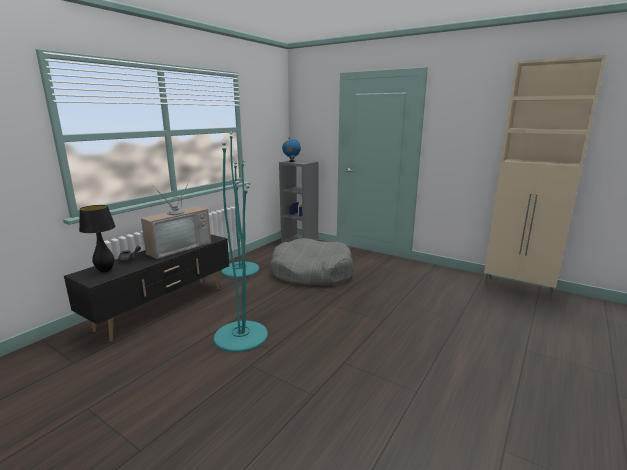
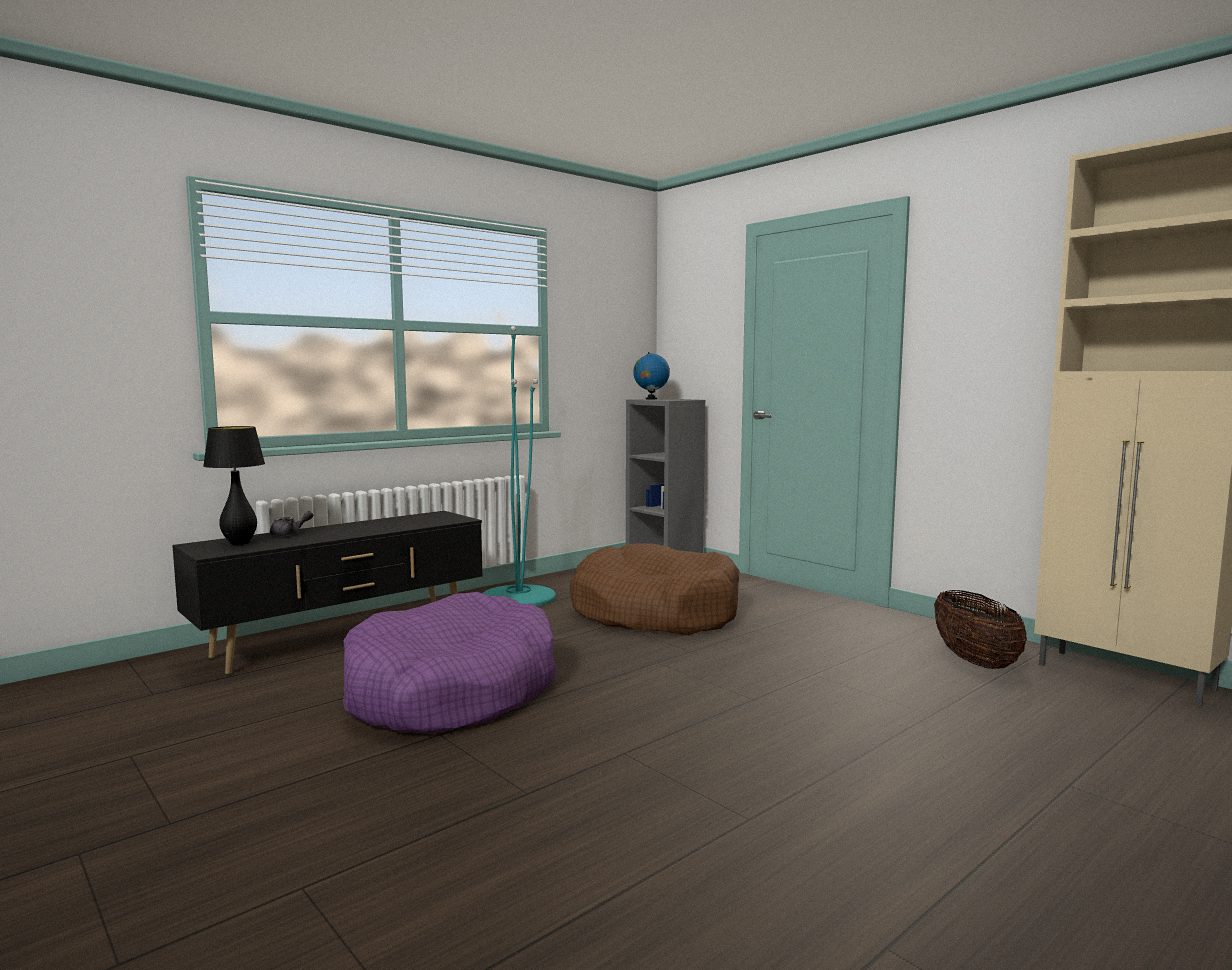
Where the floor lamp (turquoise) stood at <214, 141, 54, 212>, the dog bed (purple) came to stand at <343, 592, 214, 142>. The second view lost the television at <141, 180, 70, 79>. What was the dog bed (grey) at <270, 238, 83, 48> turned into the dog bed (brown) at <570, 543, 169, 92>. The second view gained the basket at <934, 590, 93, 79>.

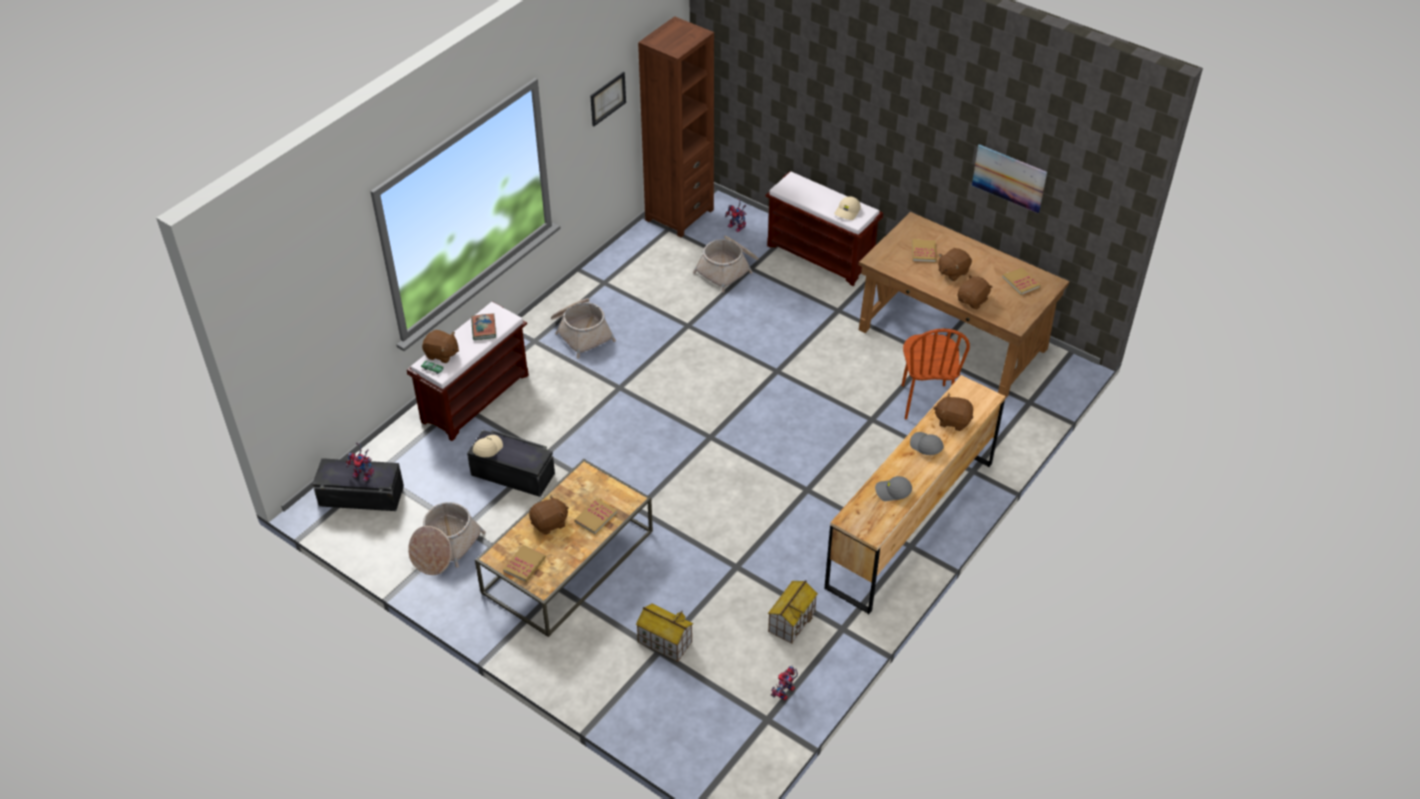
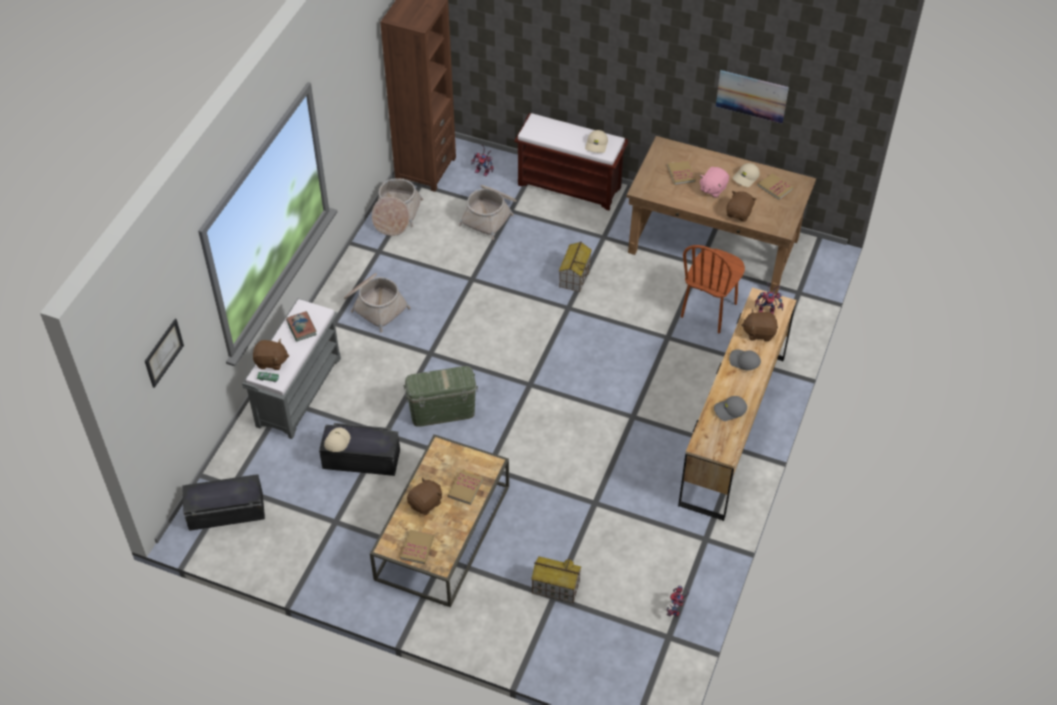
The picture ended up elsewhere, having gone from <590, 72, 36, 55> to <145, 319, 39, 69>. What was the plush toy (brown) at <938, 248, 34, 33> turned into the plush toy (pink) at <700, 167, 29, 31>. What was the bench (brown) at <407, 301, 122, 140> turned into the bench (grey) at <242, 298, 99, 141>. The chair (brown) at <901, 328, 69, 91> ended up facing another way, 45 degrees clockwise from before. The toy robot ended up elsewhere, having gone from <346, 443, 28, 39> to <755, 282, 28, 33>. The basket ended up elsewhere, having gone from <408, 502, 78, 73> to <372, 178, 51, 58>. The toy house ended up elsewhere, having gone from <768, 580, 50, 64> to <559, 241, 33, 51>. The second view gained the cap (beige) at <732, 163, 28, 24>. The second view gained the storage box (green) at <403, 366, 75, 61>.

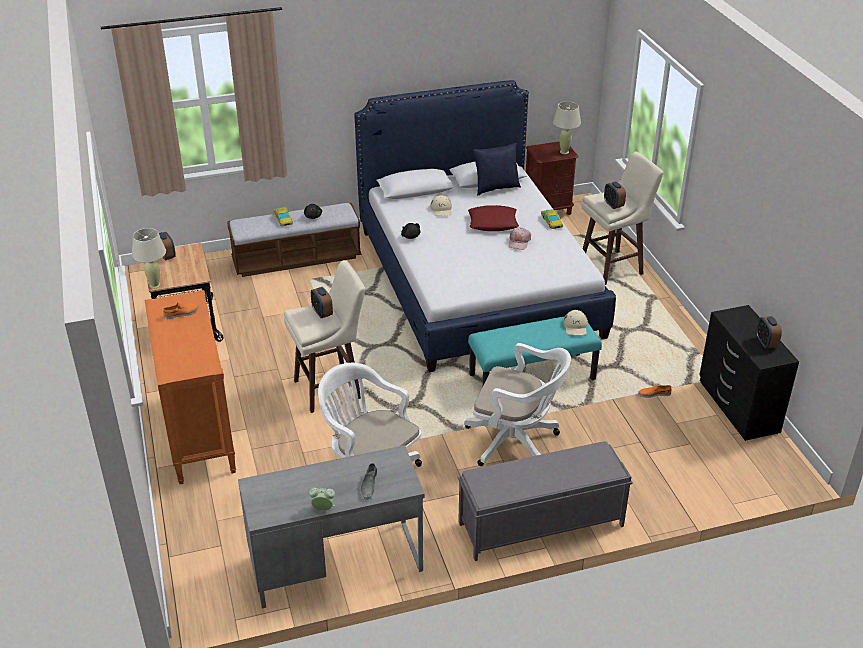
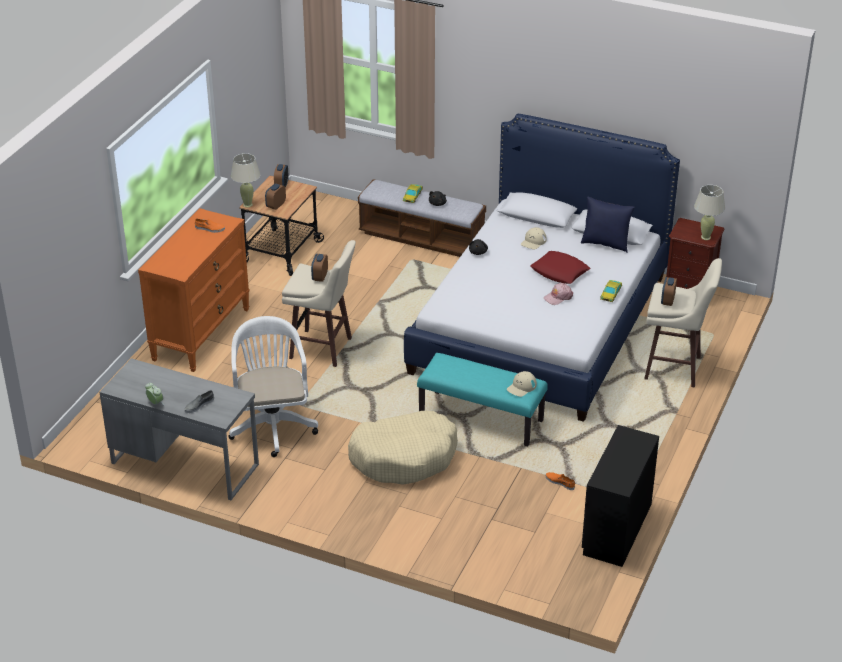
The alarm clock ended up elsewhere, having gone from <756, 316, 26, 32> to <265, 183, 21, 27>. Where the office chair (white) stood at <464, 343, 107, 123>, the dog bed (beige) came to stand at <348, 411, 110, 74>. The second view lost the bench (grey) at <458, 441, 175, 120>.

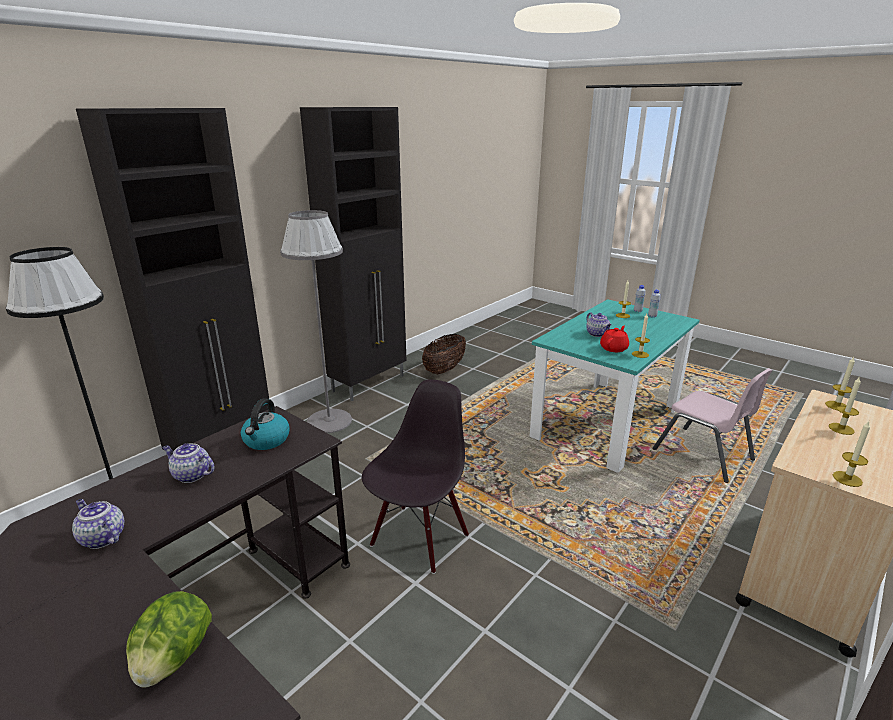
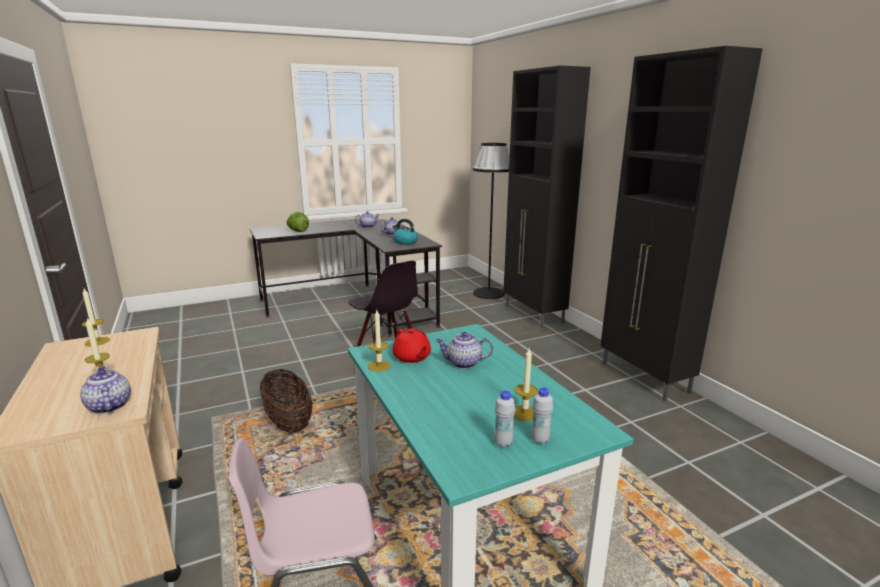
The second view lost the floor lamp (grey) at <280, 210, 72, 223>. The basket ended up elsewhere, having gone from <422, 334, 44, 40> to <260, 369, 53, 65>. Where the candle stood at <825, 357, 30, 53>, the teapot came to stand at <80, 366, 51, 48>.

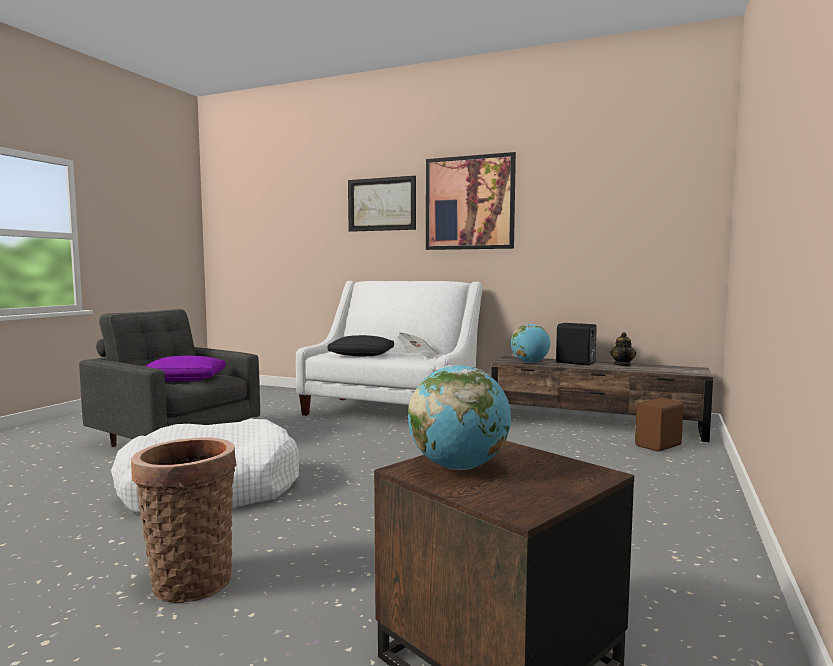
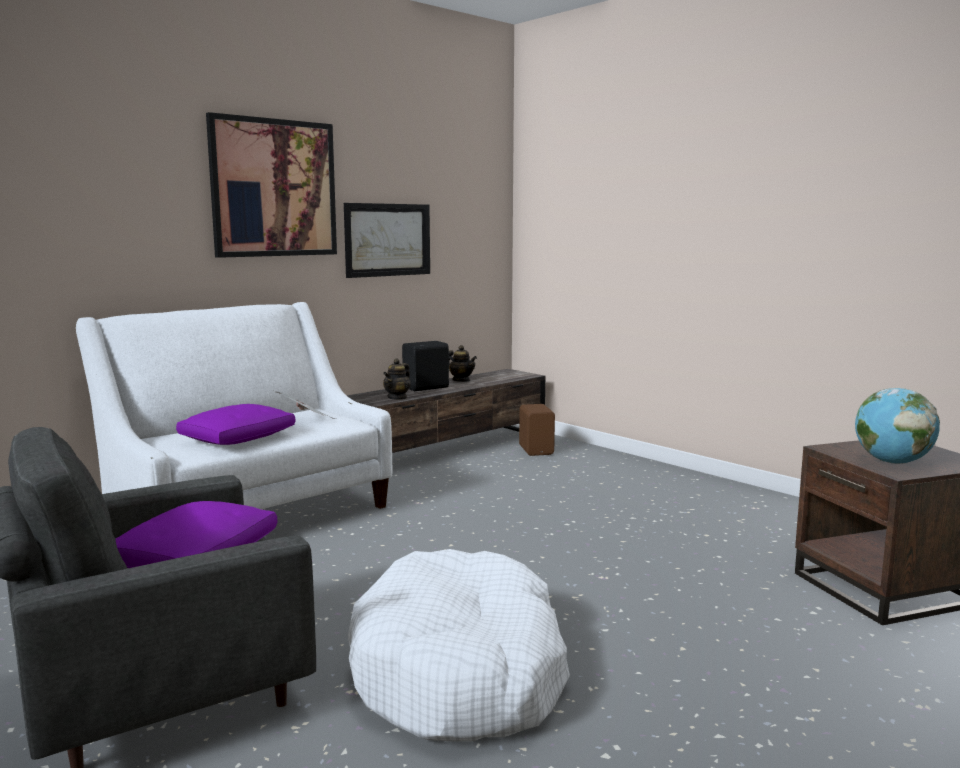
The picture ended up elsewhere, having gone from <348, 176, 68, 56> to <344, 203, 86, 75>. Where the globe stood at <511, 324, 39, 39>, the teapot came to stand at <383, 358, 28, 42>. What was the pillow (black) at <328, 335, 66, 21> turned into the pillow (purple) at <176, 404, 119, 41>. The second view lost the basket at <131, 437, 105, 166>.

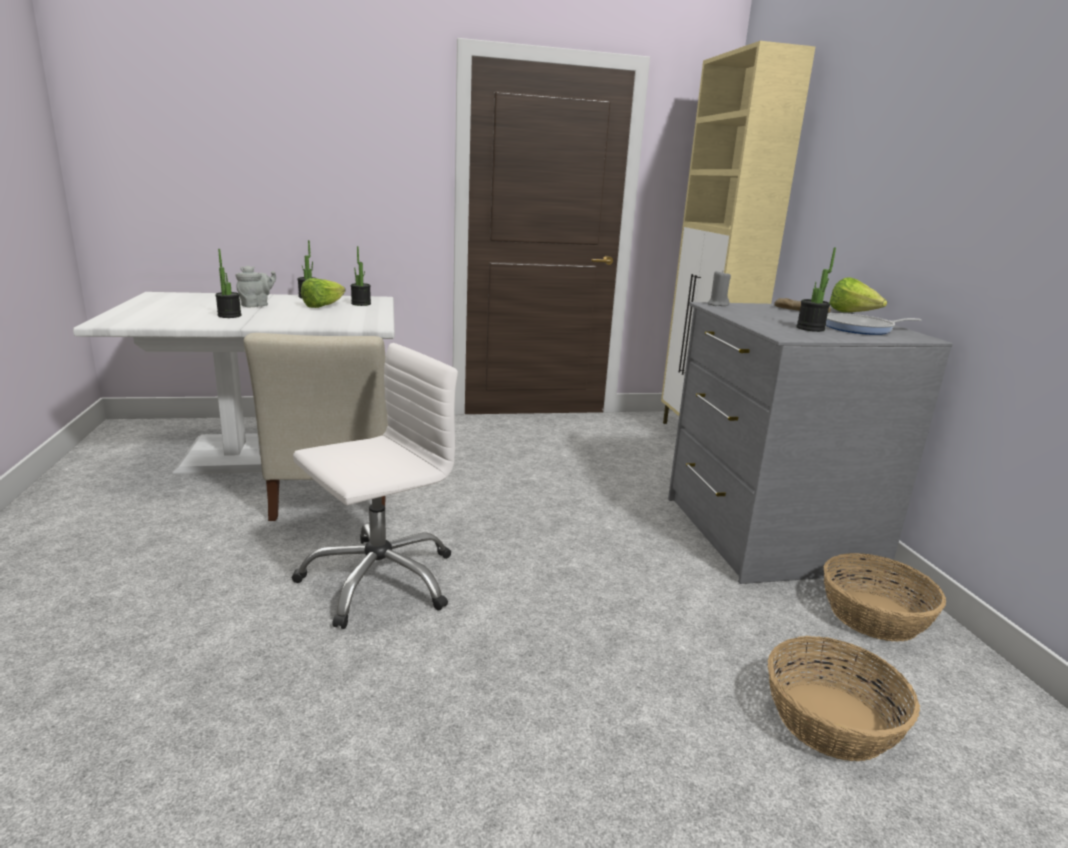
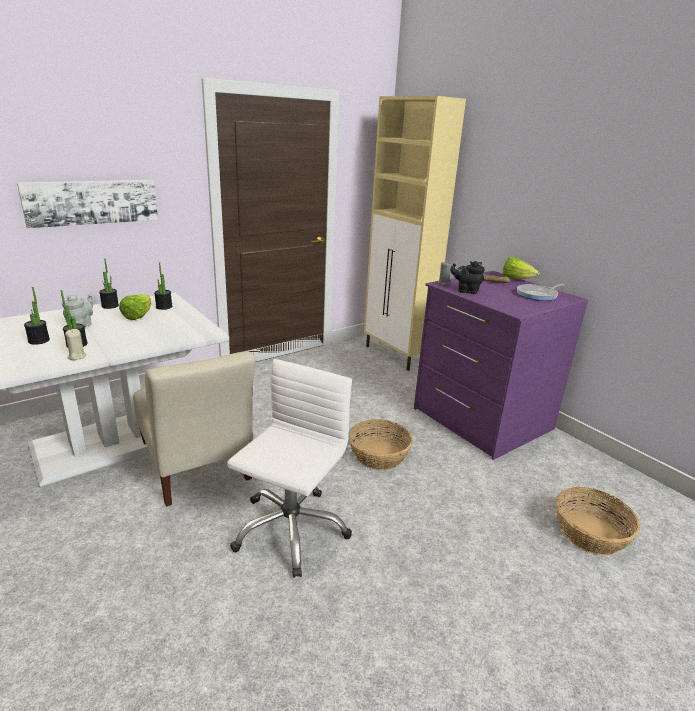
The potted plant ended up elsewhere, having gone from <796, 247, 40, 85> to <24, 287, 26, 58>. What was the dresser (grey) at <668, 302, 285, 282> turned into the dresser (purple) at <414, 271, 174, 189>. The basket ended up elsewhere, having gone from <824, 553, 122, 89> to <349, 419, 64, 51>. The second view gained the picture at <17, 180, 141, 48>. The second view gained the teapot (black) at <450, 261, 35, 33>. The second view gained the candle (beige) at <65, 329, 21, 31>.

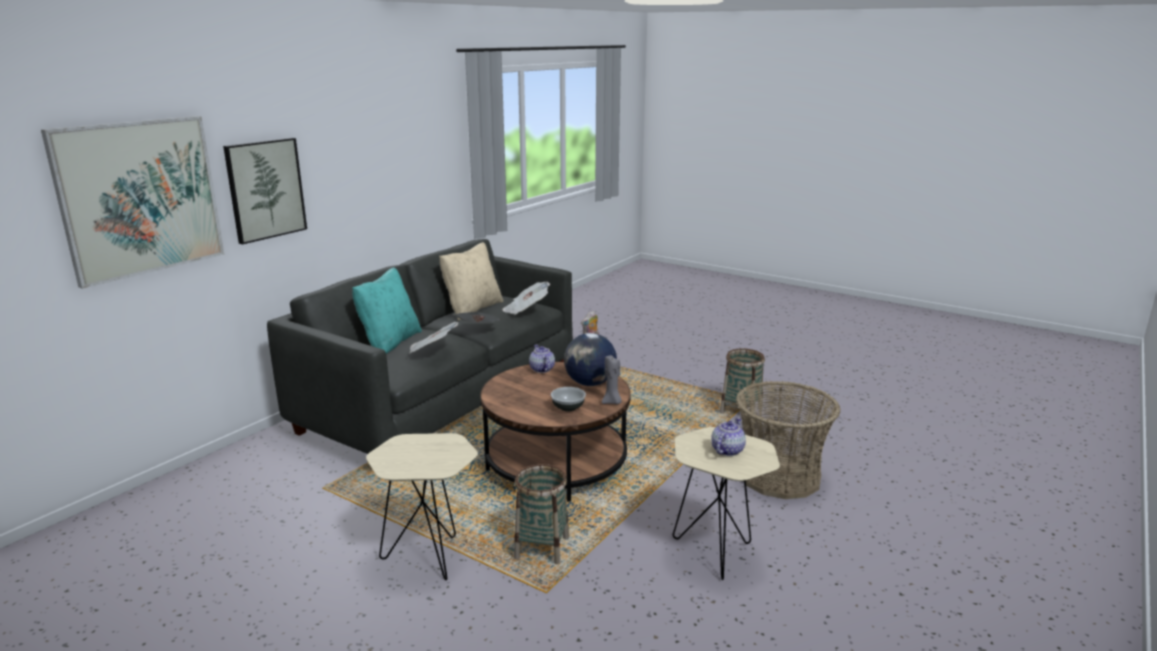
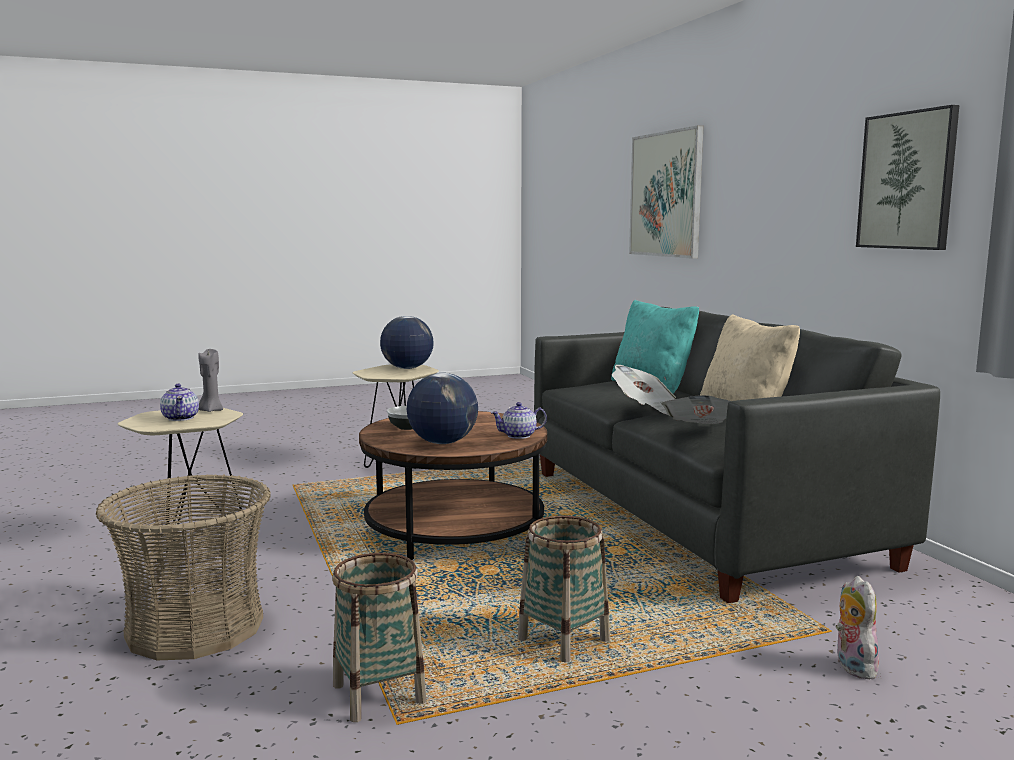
The picture ended up elsewhere, having gone from <223, 138, 84, 106> to <856, 105, 104, 145>. The second view lost the newspaper at <409, 321, 49, 33>. The teapot at <529, 345, 26, 28> ended up facing another way, 150 degrees clockwise from before. The candle (grey) ended up elsewhere, having gone from <602, 355, 20, 49> to <198, 349, 25, 63>. The basket ended up elsewhere, having gone from <514, 464, 55, 101> to <518, 516, 92, 147>. The second view gained the globe at <380, 316, 54, 53>.

